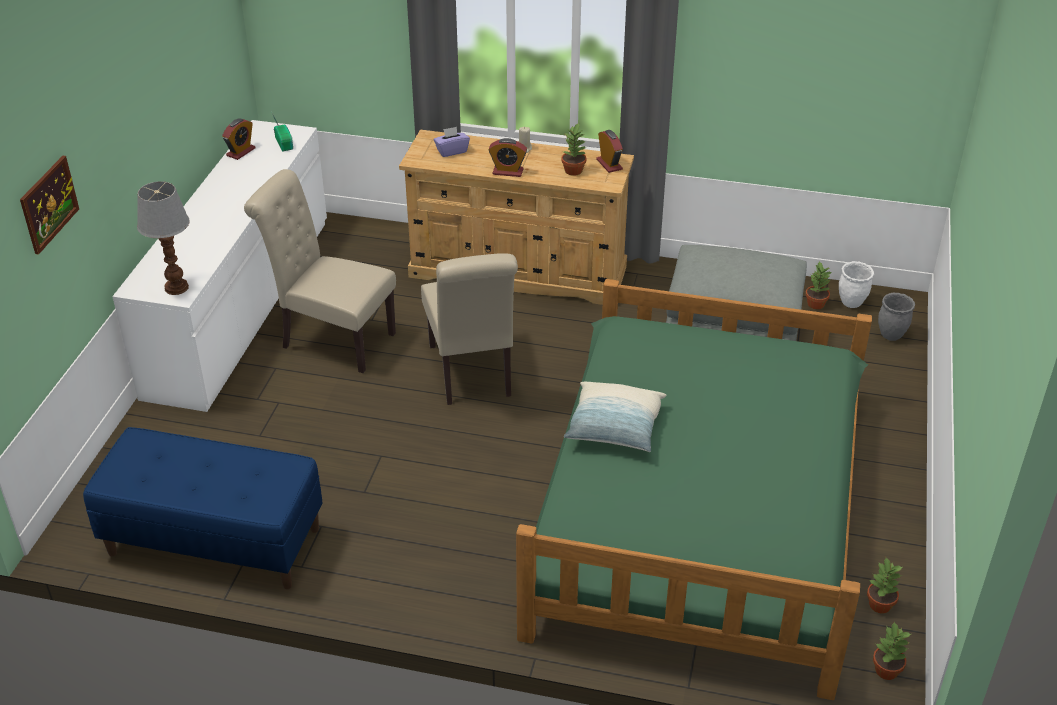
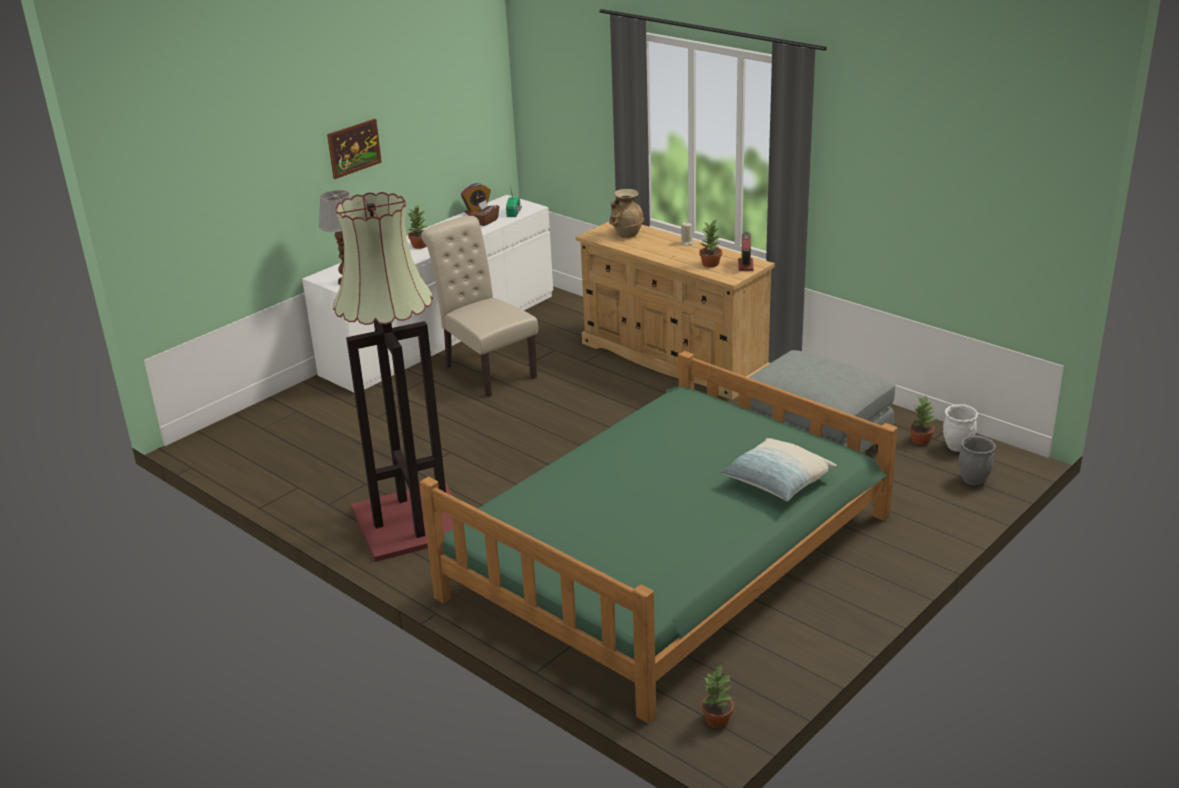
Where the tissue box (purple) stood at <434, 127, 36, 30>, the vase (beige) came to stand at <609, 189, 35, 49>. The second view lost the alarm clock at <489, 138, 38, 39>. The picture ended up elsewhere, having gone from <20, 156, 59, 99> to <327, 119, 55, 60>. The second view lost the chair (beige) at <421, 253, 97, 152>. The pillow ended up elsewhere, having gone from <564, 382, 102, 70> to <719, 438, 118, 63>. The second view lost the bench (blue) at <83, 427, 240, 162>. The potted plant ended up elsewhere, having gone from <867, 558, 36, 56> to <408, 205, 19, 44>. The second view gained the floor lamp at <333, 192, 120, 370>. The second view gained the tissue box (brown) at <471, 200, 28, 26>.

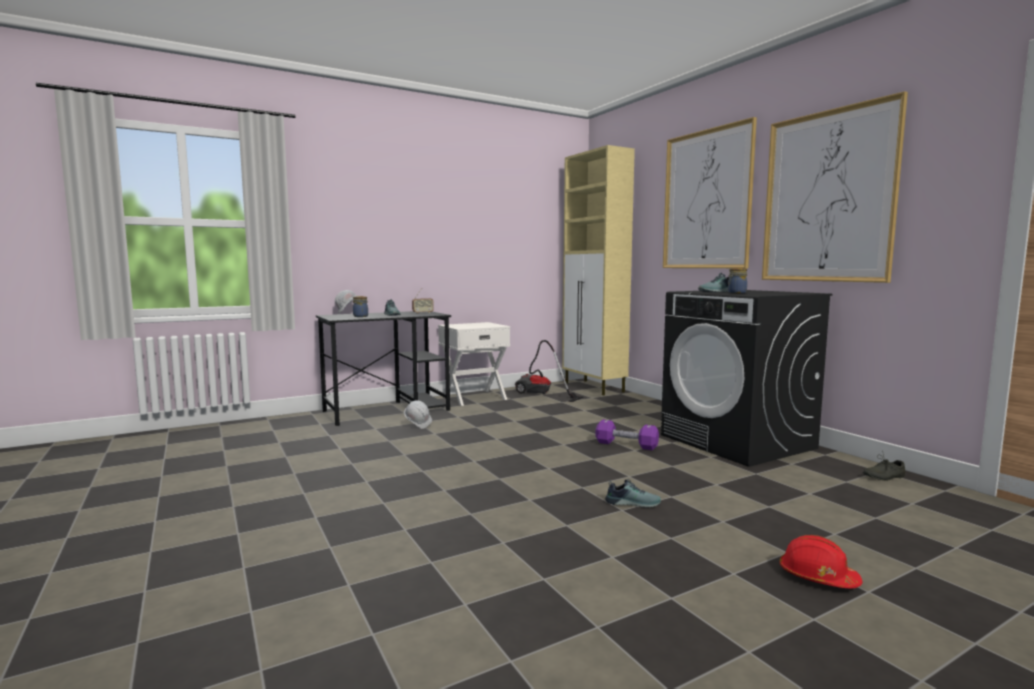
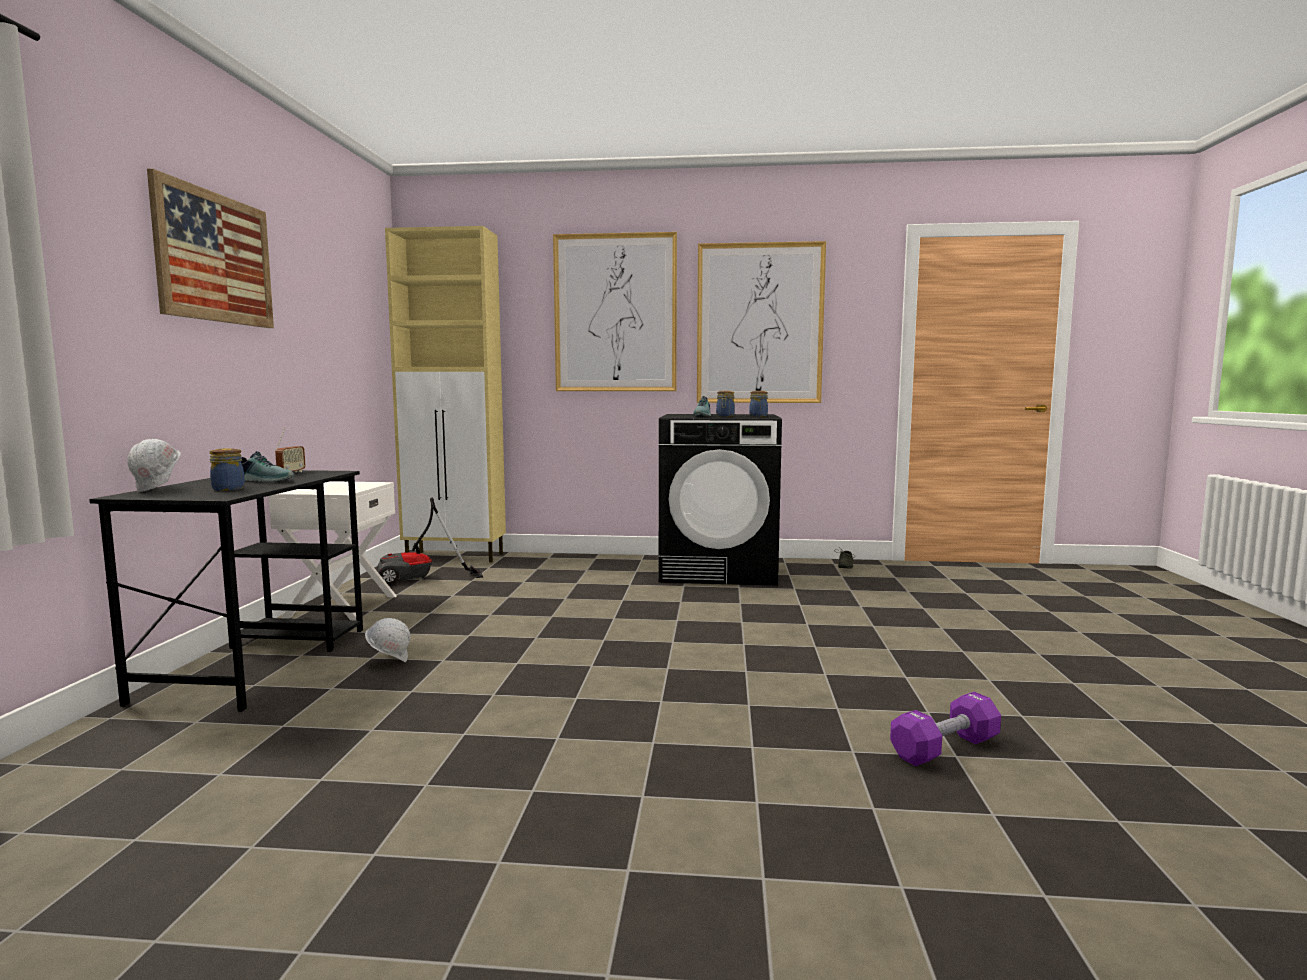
The dumbbell (purple) ended up elsewhere, having gone from <596, 419, 63, 31> to <890, 692, 111, 74>. The second view lost the shoe at <605, 479, 56, 29>. The second view lost the hard hat (red) at <780, 535, 83, 53>. The second view gained the picture at <147, 169, 127, 159>. The second view gained the jar at <749, 391, 19, 26>.

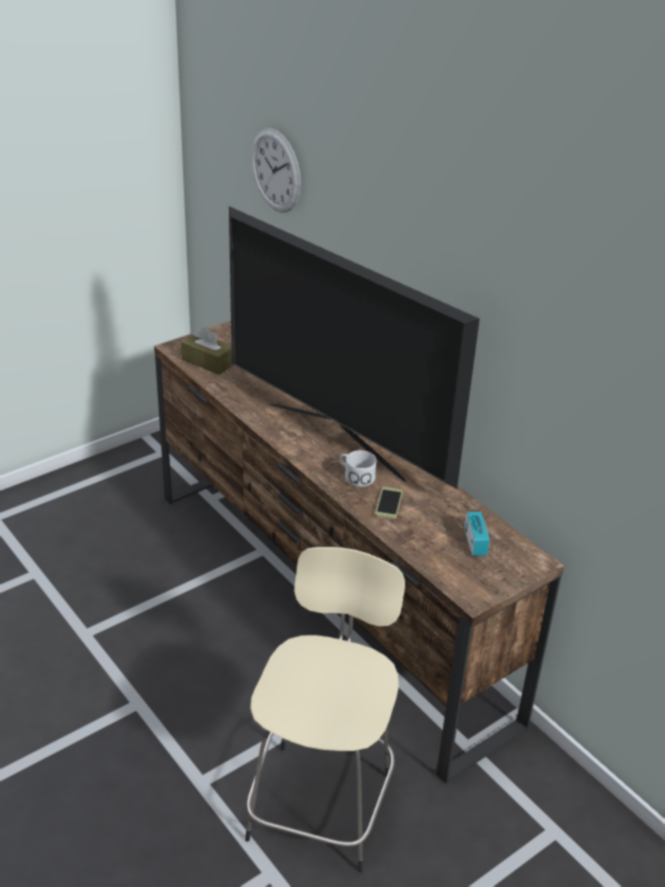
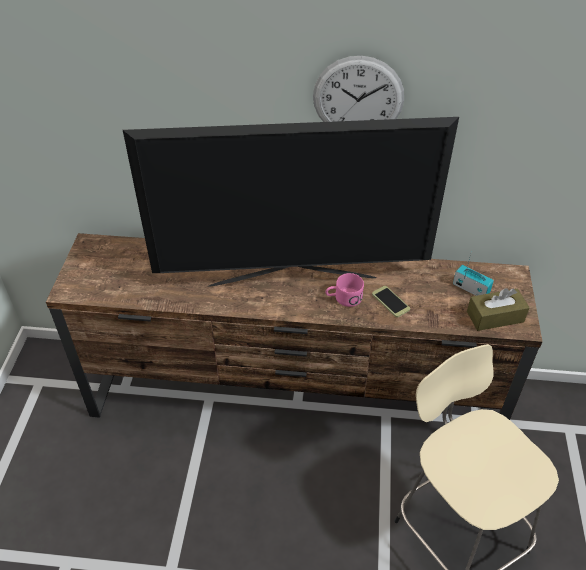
The wall clock ended up elsewhere, having gone from <251, 128, 50, 85> to <313, 56, 91, 66>. The tissue box (brown) ended up elsewhere, having gone from <181, 327, 52, 48> to <467, 288, 63, 43>. What was the mug (white) at <340, 450, 37, 37> turned into the mug (pink) at <325, 273, 39, 34>.

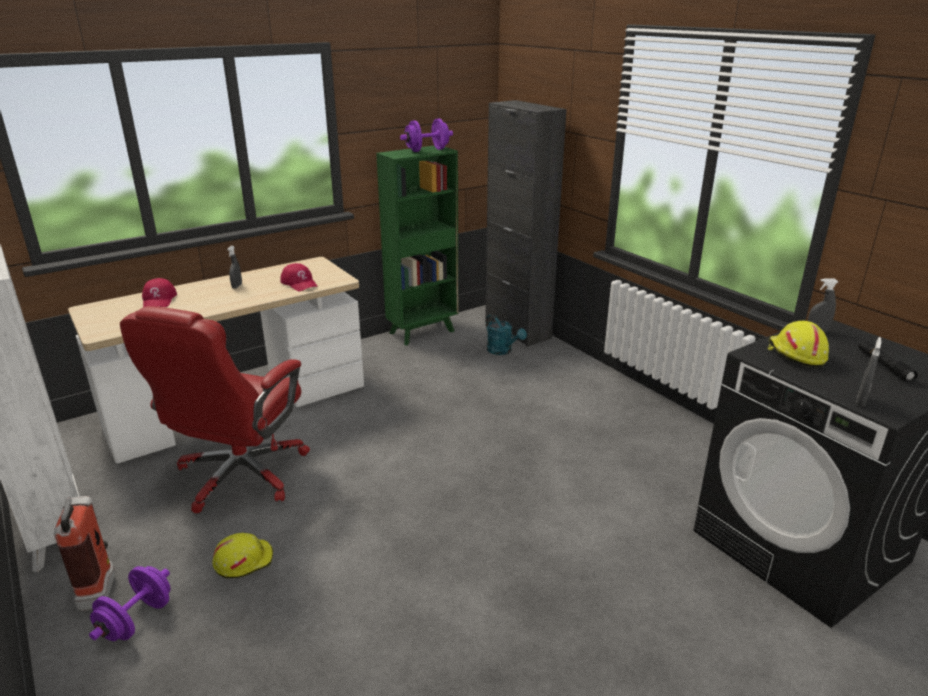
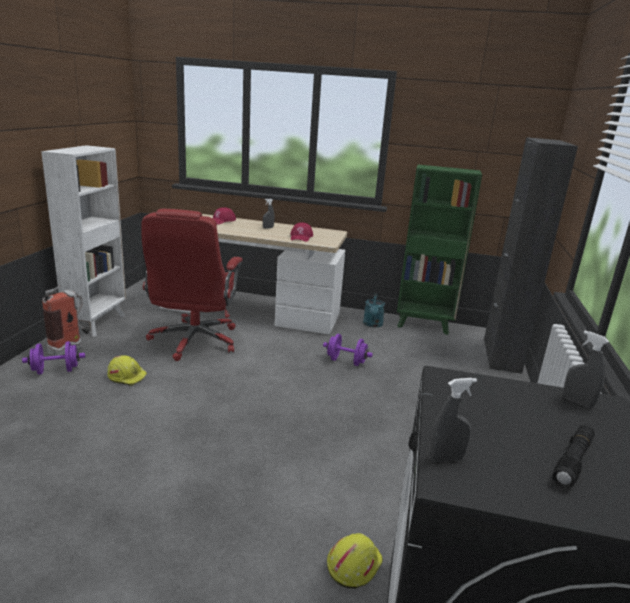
The dumbbell (purple) ended up elsewhere, having gone from <400, 119, 53, 33> to <323, 334, 50, 32>. The office chair (red) at <120, 306, 190, 207> ended up facing another way, 60 degrees counterclockwise from before. The watering can (turquoise) ended up elsewhere, having gone from <486, 314, 41, 41> to <363, 293, 22, 34>. The hard hat (yellow) ended up elsewhere, having gone from <767, 321, 62, 46> to <327, 533, 56, 56>.

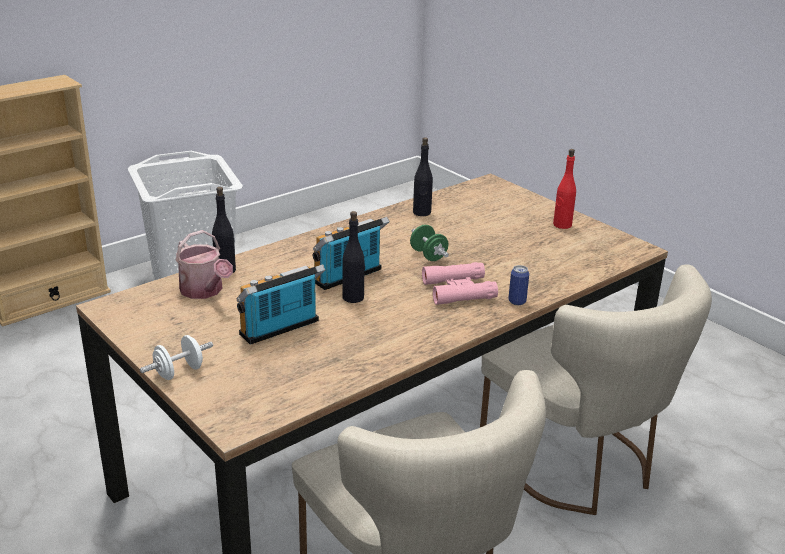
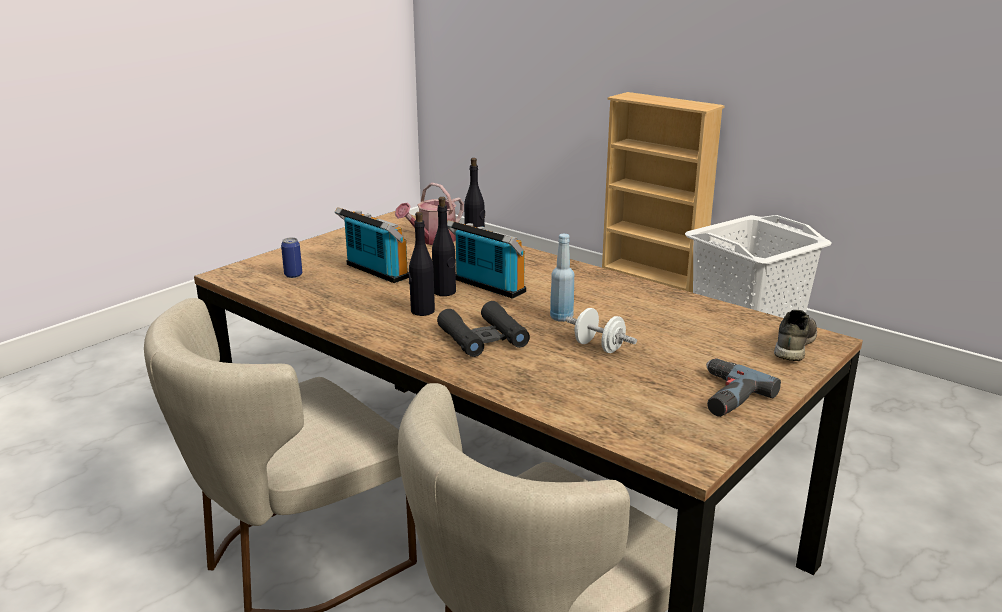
The bottle (black) ended up elsewhere, having gone from <413, 137, 20, 79> to <408, 212, 27, 104>. Where the bottle (red) stood at <553, 149, 23, 80>, the power drill came to stand at <706, 358, 75, 59>. Where the dumbbell (green) stood at <410, 225, 39, 36>, the bottle (blue) came to stand at <550, 234, 24, 88>. What was the binoculars (pink) at <422, 262, 76, 43> turned into the binoculars (black) at <437, 301, 93, 56>. The can ended up elsewhere, having gone from <508, 265, 21, 40> to <281, 237, 21, 41>. The dumbbell (white) ended up elsewhere, having gone from <140, 335, 73, 45> to <566, 308, 71, 45>. The second view gained the shoe (grey) at <774, 310, 43, 51>.

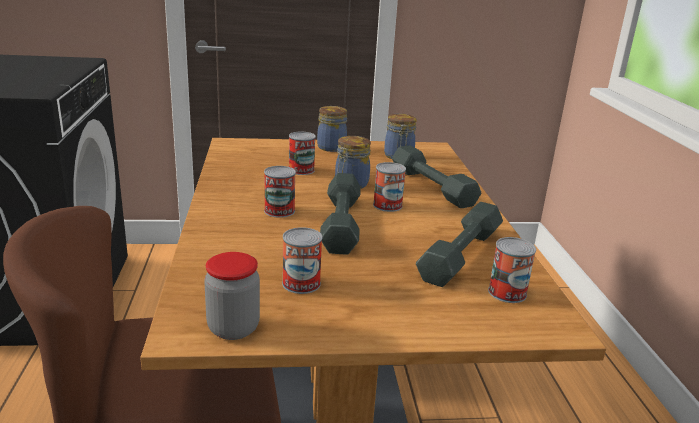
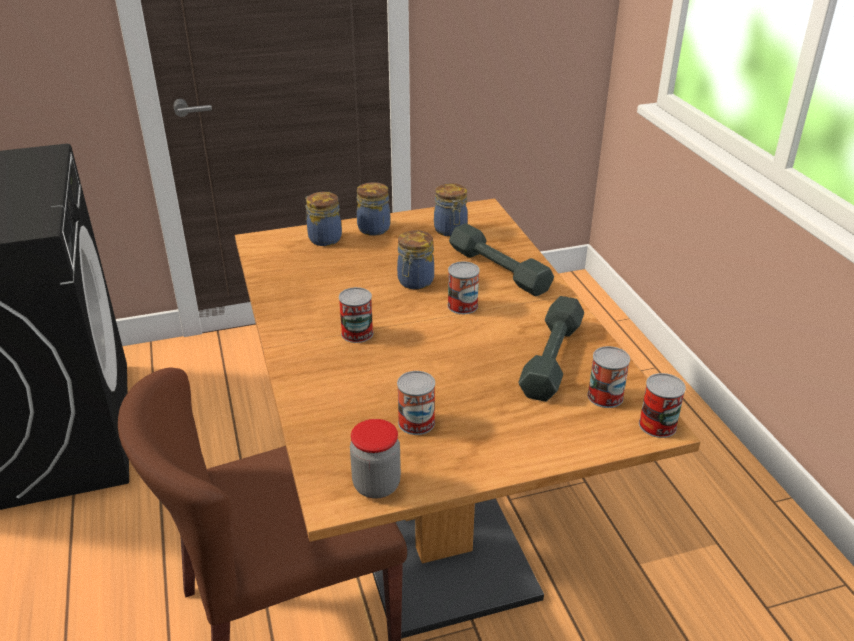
The can ended up elsewhere, having gone from <289, 132, 27, 43> to <639, 373, 47, 65>. The second view lost the dumbbell (grey) at <320, 173, 41, 81>. The second view gained the jar at <305, 192, 37, 54>.

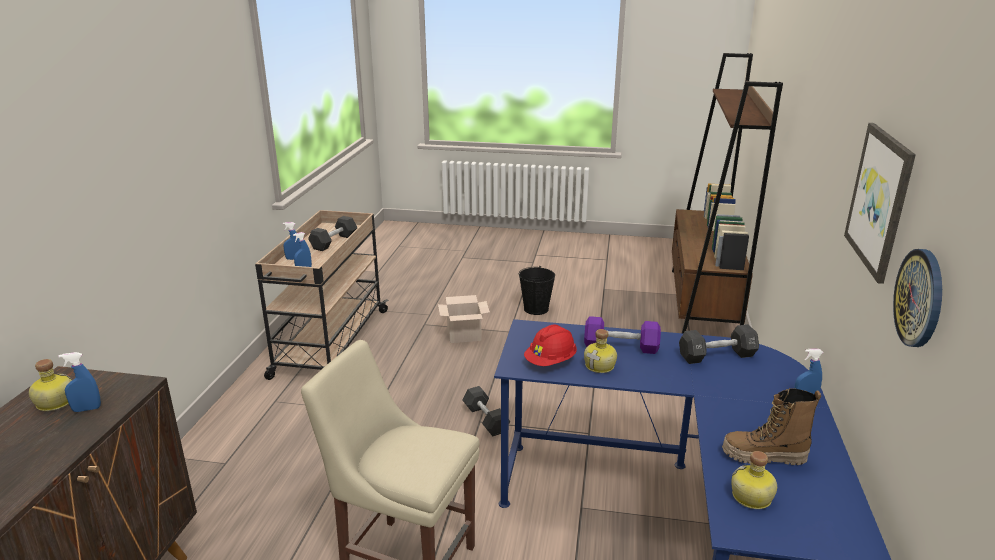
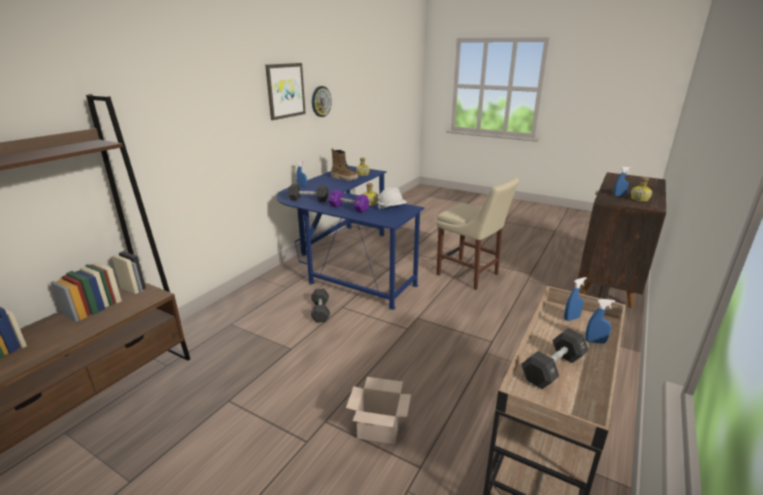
The second view lost the bucket (black) at <519, 266, 36, 49>. What was the hard hat (red) at <524, 325, 53, 41> turned into the hard hat (white) at <377, 187, 30, 23>. The dumbbell (black) ended up elsewhere, having gone from <462, 386, 48, 50> to <311, 289, 19, 34>.

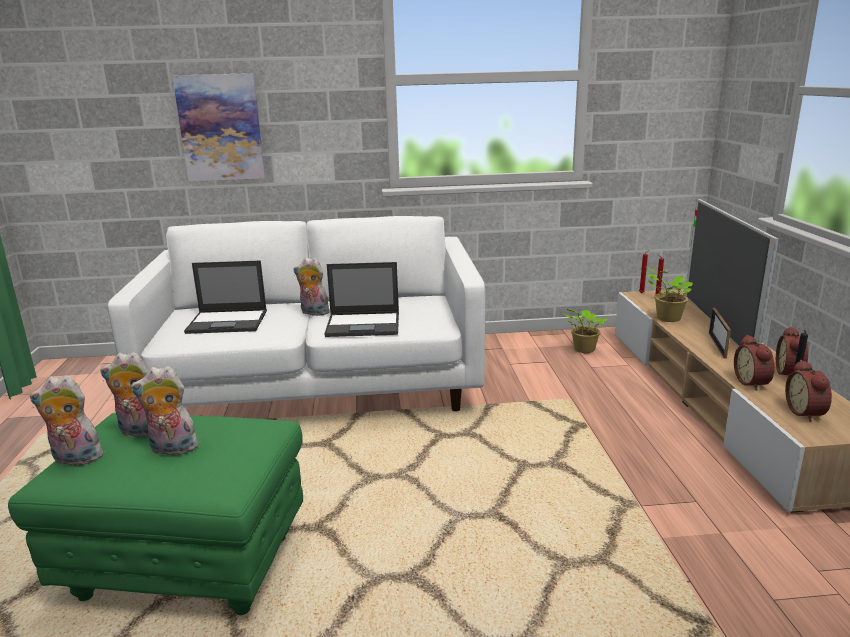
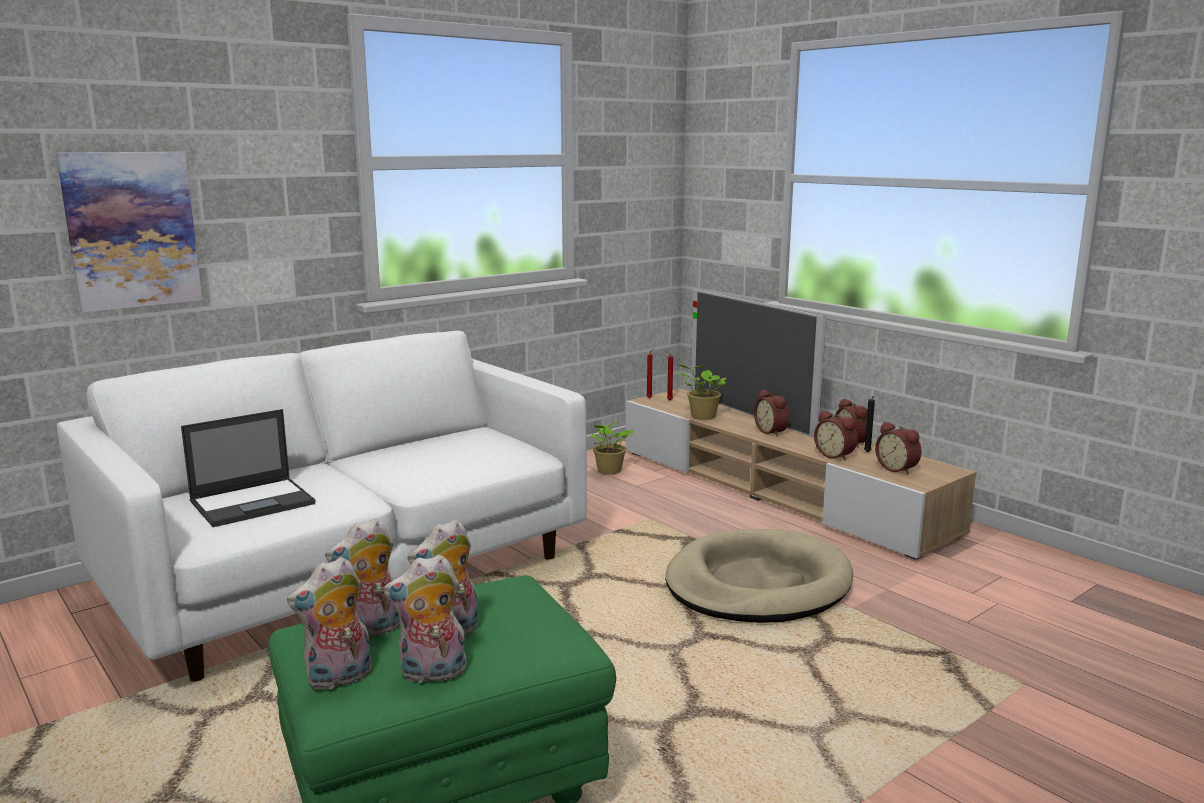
The plush toy ended up elsewhere, having gone from <294, 257, 35, 59> to <383, 554, 84, 130>. The second view lost the laptop at <324, 262, 75, 75>. Where the picture frame stood at <709, 307, 22, 52>, the alarm clock came to stand at <754, 389, 35, 48>. The second view gained the dog bed (beige) at <665, 529, 188, 94>.

